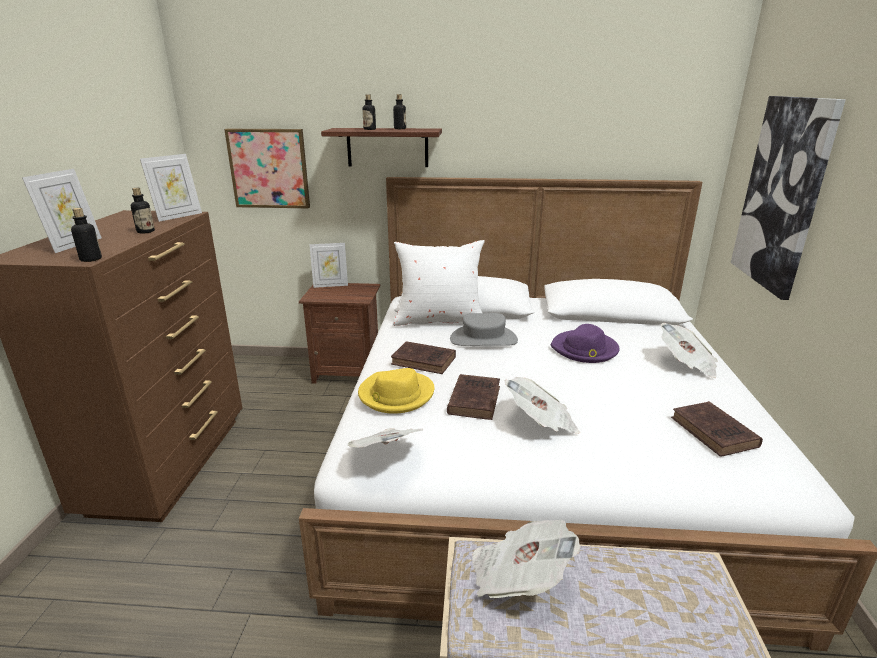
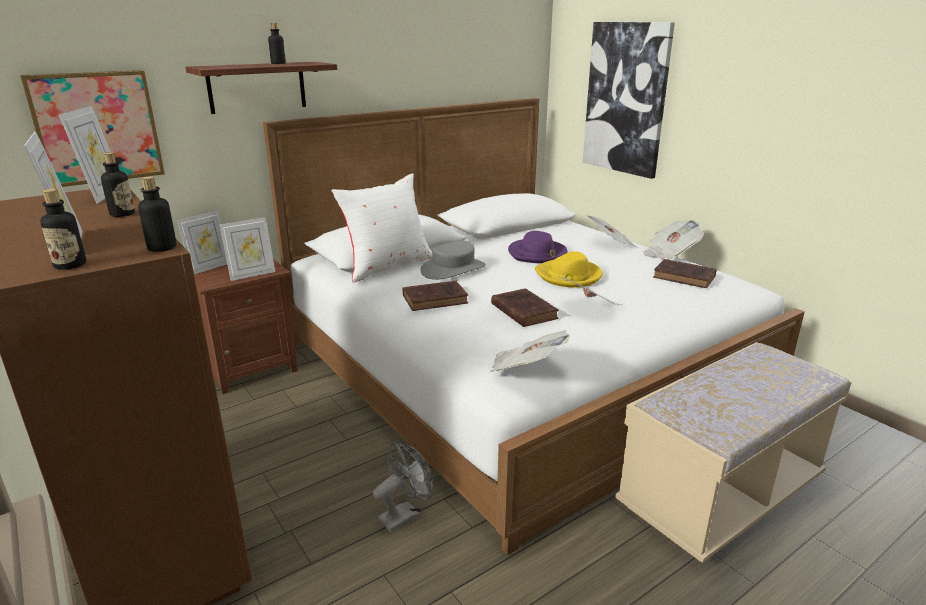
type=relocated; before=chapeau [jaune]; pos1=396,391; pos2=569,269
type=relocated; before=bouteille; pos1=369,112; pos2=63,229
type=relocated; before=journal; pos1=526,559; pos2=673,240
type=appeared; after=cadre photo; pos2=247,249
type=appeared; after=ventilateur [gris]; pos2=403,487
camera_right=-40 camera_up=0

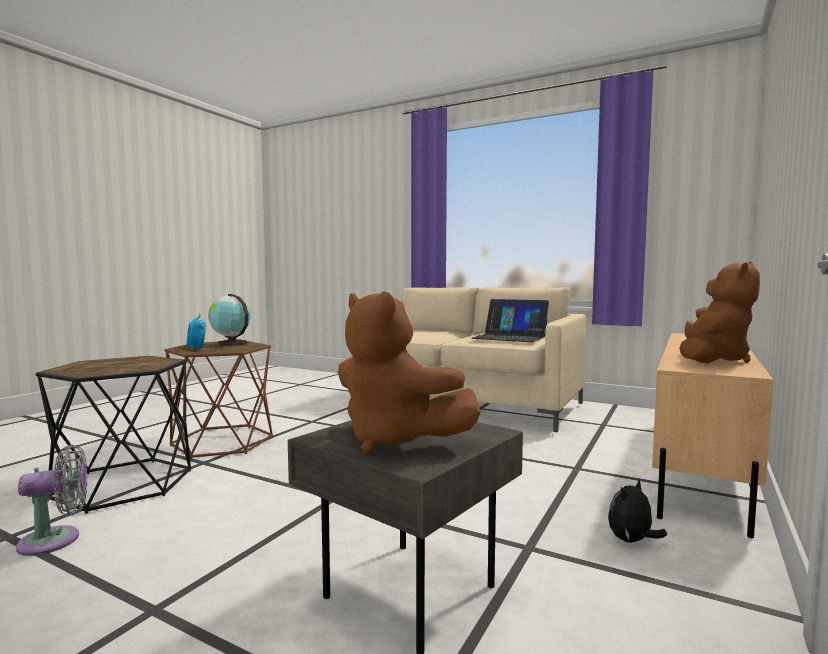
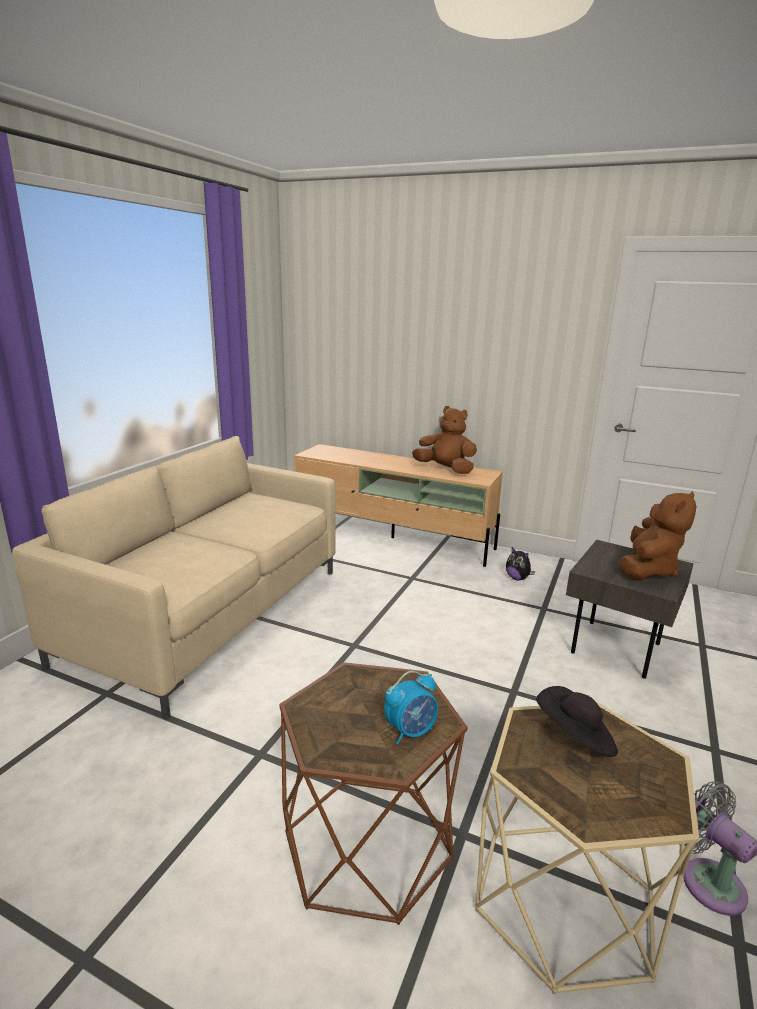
type=colour; before=table d'appoint [noir]; after=table d'appoint [beige]; pos1=113,435; pos2=587,848
type=missing; before=globe; pos1=229,320
type=missing; before=ordinateur portable; pos1=510,320
type=appeared; after=chapeau [noir]; pos2=577,721
camera_right=-95 camera_up=15

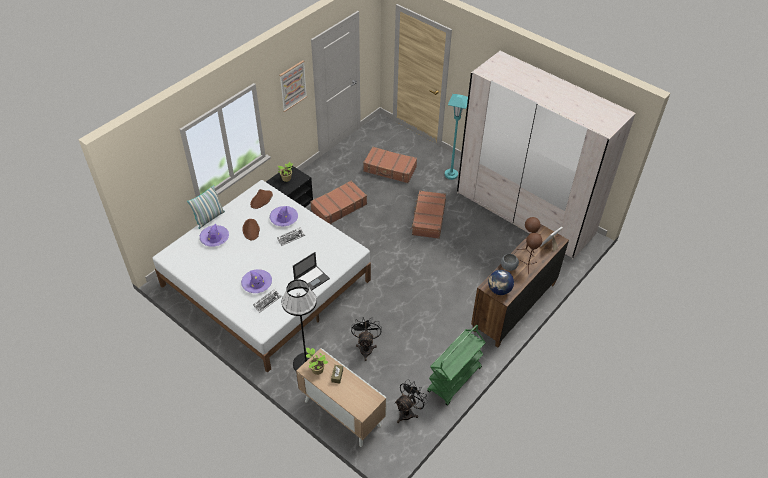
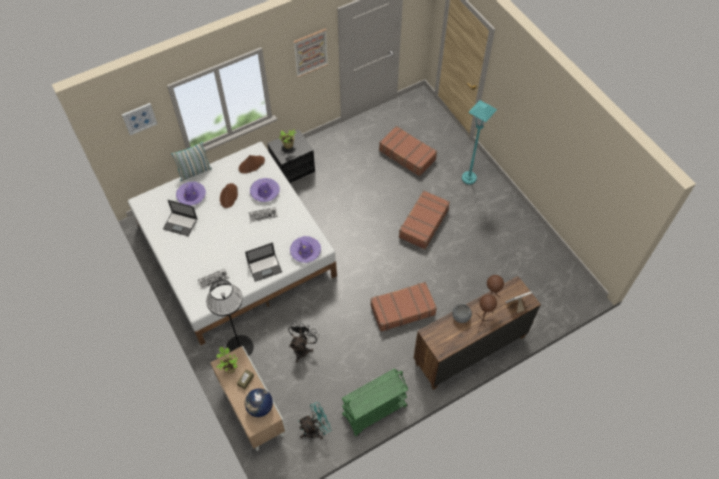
type=relocated; before=chapeau [violet]; pos1=256,281; pos2=305,249
type=relocated; before=valise [marron]; pos1=338,202; pos2=403,307
type=colour; before=ventilateur [noir]; after=ventilateur [turquoise]; pos1=411,401; pos2=314,420
type=missing; before=armoire [beige]; pos1=546,155
type=relocated; before=globe; pos1=501,282; pos2=259,402
type=appeared; after=tableau; pos2=139,119
type=appeared; after=ordinateur portable; pos2=180,218
camera_right=20 camera_up=10

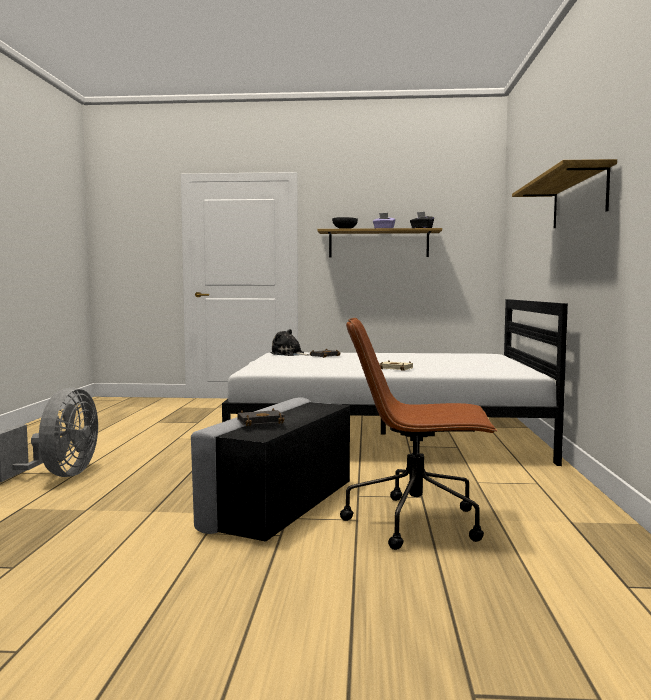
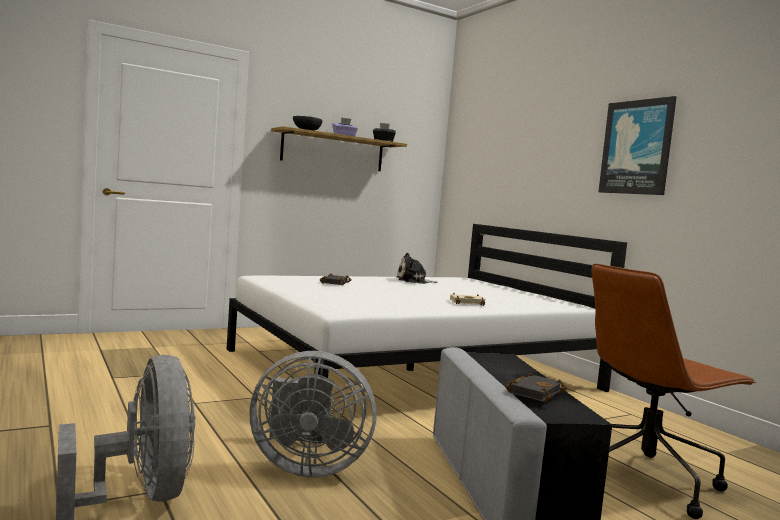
type=relocated; before=peluche; pos1=290,342; pos2=417,268
type=exchanged; before=étagère; after=tableau; pos1=564,193; pos2=638,145
type=appeared; after=ventilateur [gris]; pos2=313,414
camera_right=-35 camera_up=0

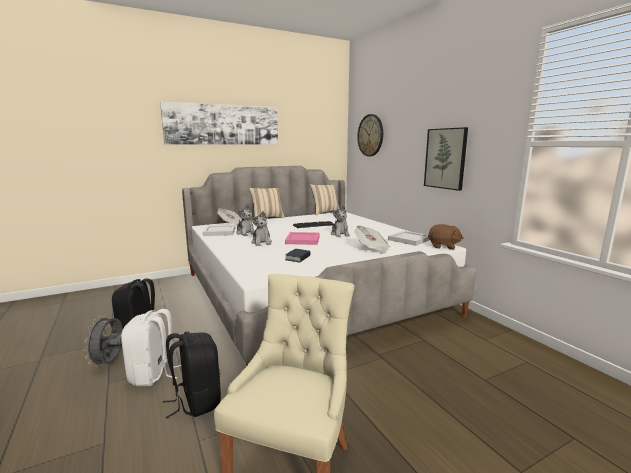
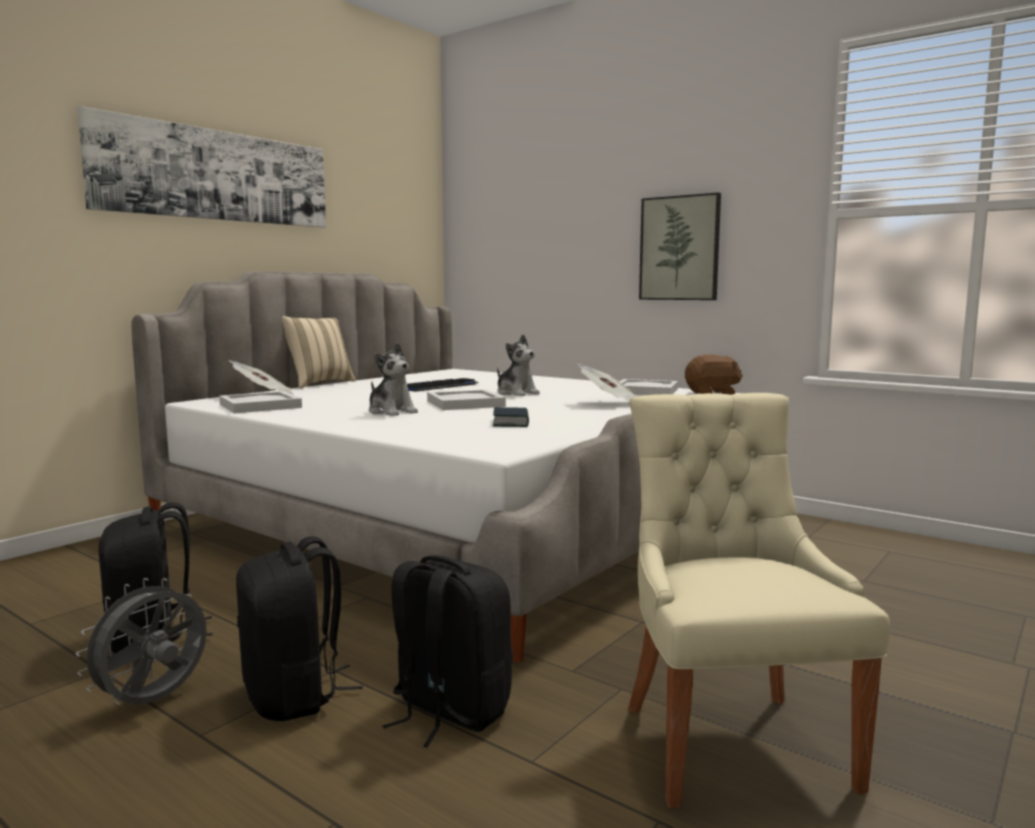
type=spun; before=ventilateur [gris]; pos1=103,341; pos2=141,641; turn=60
type=colour; before=sac à dos [blanc]; after=sac à dos [noir]; pos1=151,347; pos2=299,628
type=missing; before=peluche; pos1=245,220
type=colour; before=plateau [rose]; after=plateau [blanc]; pos1=302,238; pos2=466,400
type=missing; before=coussin [beige]; pos1=325,199
type=missing; before=horloge murale; pos1=370,135
camera_right=-25 camera_up=-5

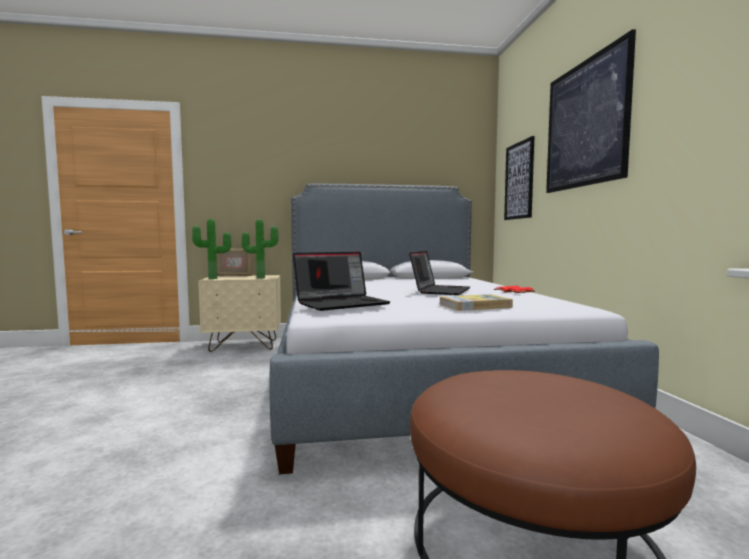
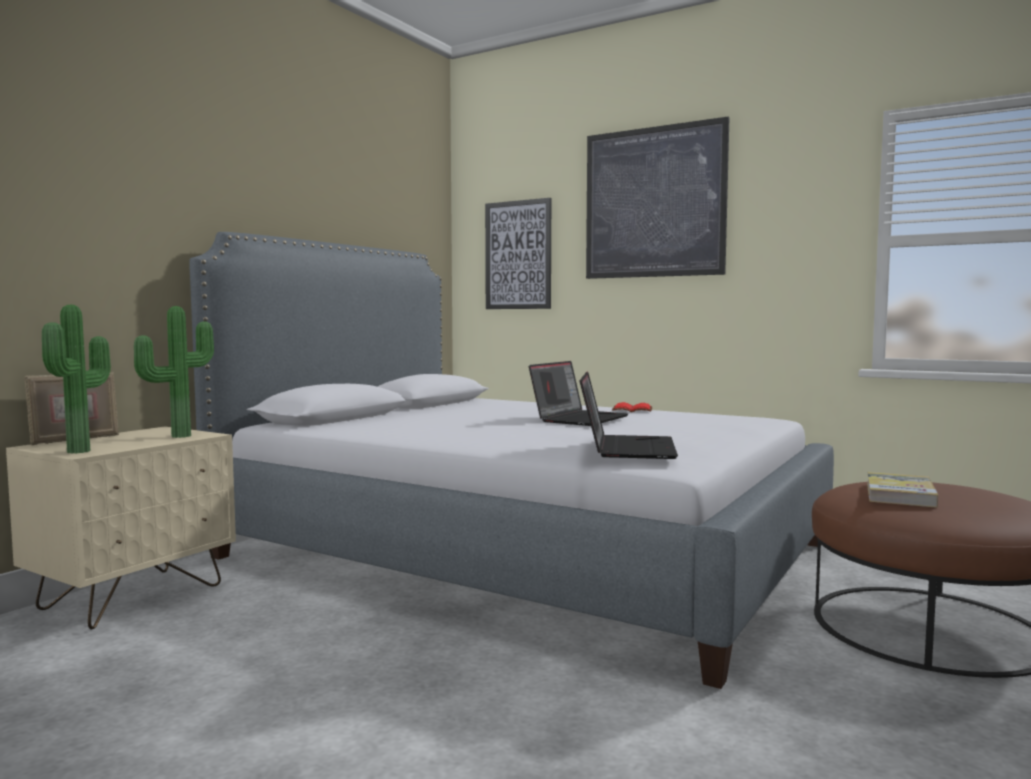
type=spun; before=ordinateur portable; pos1=439,273; pos2=578,393; turn=60
type=relocated; before=livre; pos1=476,302; pos2=902,490
camera_right=-50 camera_up=0

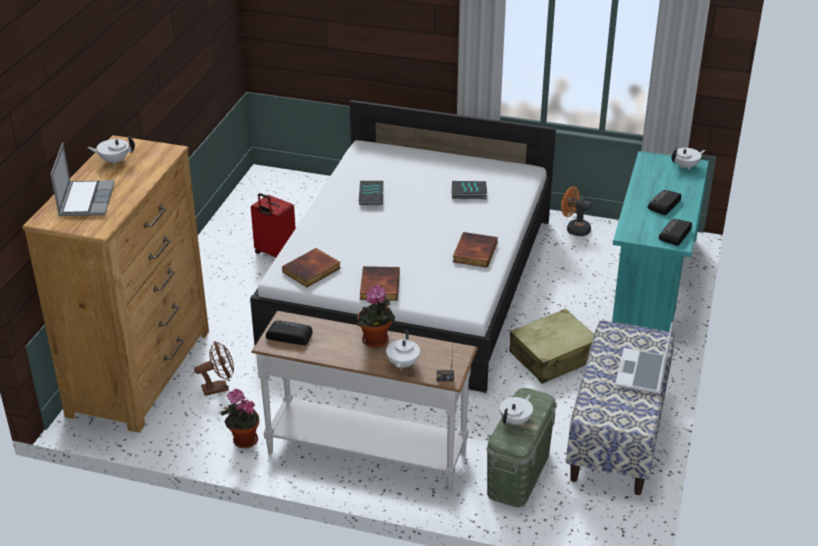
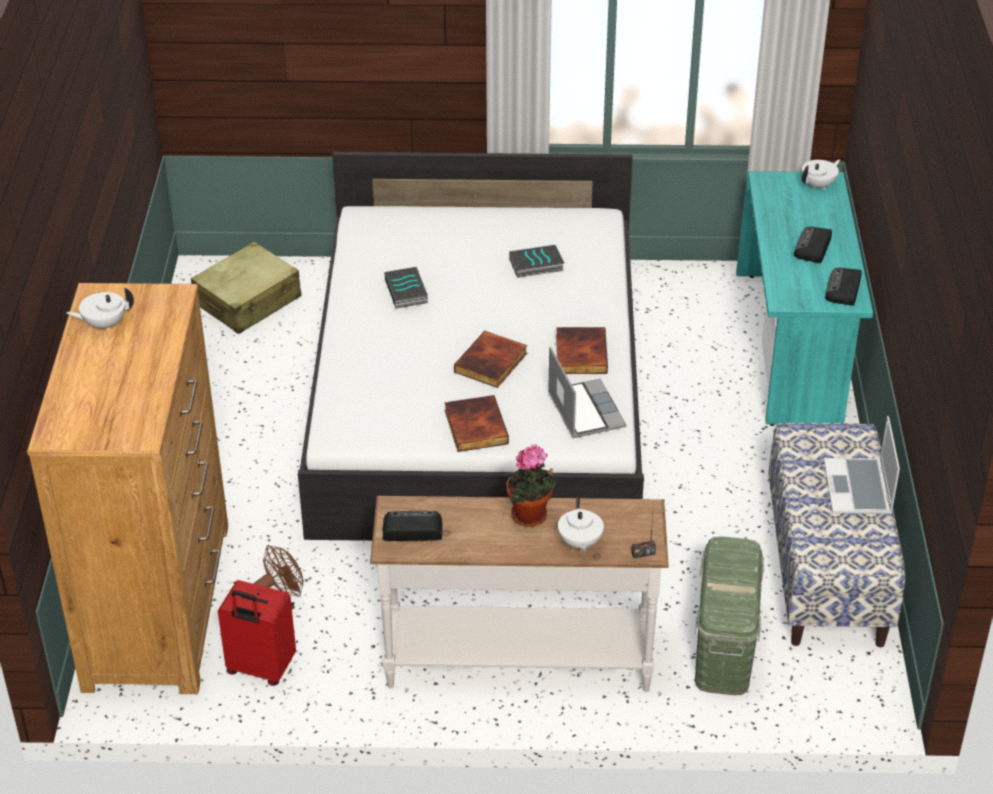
type=relocated; before=ordinateur portable; pos1=83,179; pos2=587,392
type=missing; before=plante en pot; pos1=240,418
type=relocated; before=valise [rouge]; pos1=273,225; pos2=257,633
type=relocated; before=livre; pos1=311,267; pos2=490,359
type=missing; before=théière [blanc]; pos1=516,410
type=relocated; before=valise [beige]; pos1=551,346; pos2=246,288
type=missing; before=ventilateur [orange]; pos1=576,211
camera_right=-15 camera_up=5

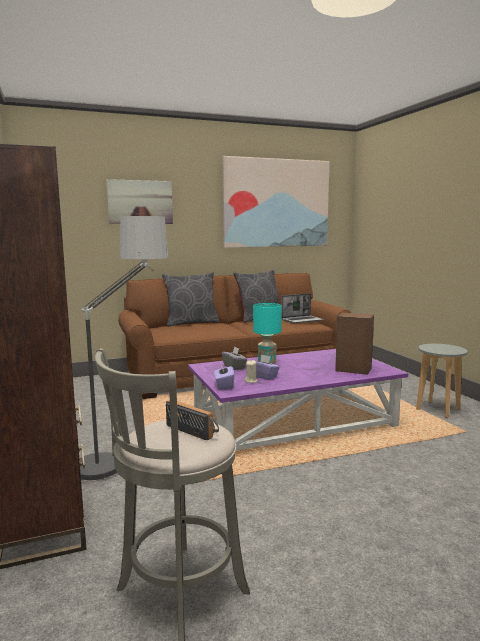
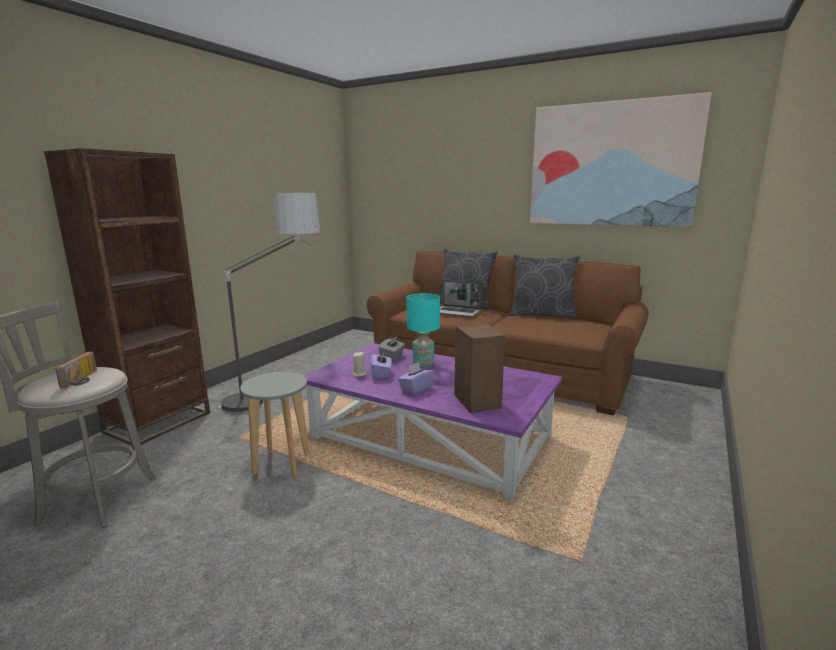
type=missing; before=tableau; pos1=140,201
type=relocated; before=boîte à mouchoirs [violet]; pos1=224,376; pos2=416,378
type=relocated; before=ordinateur portable; pos1=302,308; pos2=461,298
type=relocated; before=tabouret [gris]; pos1=442,381; pos2=275,424
camera_right=50 camera_up=5

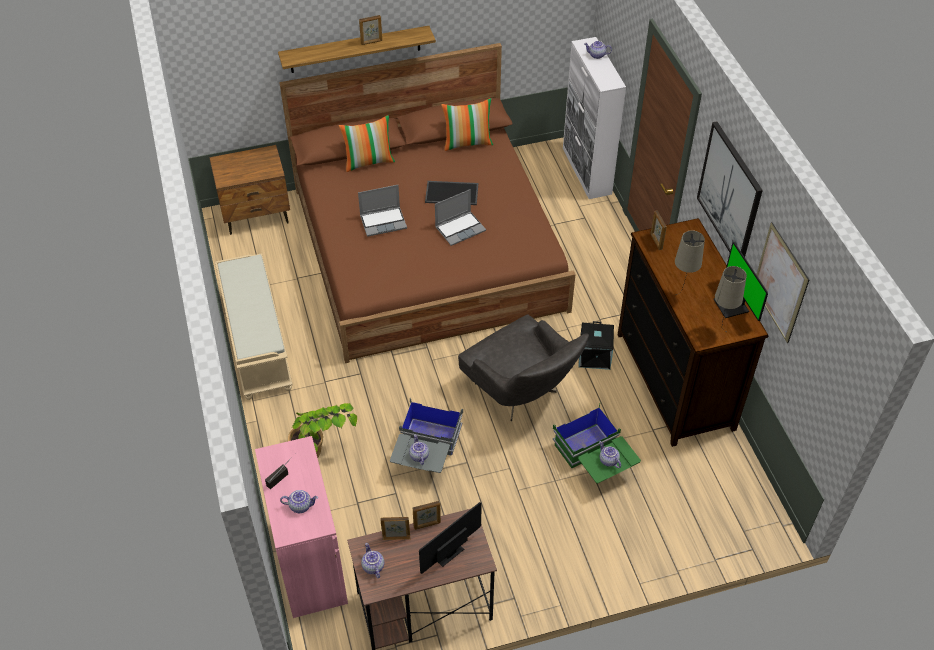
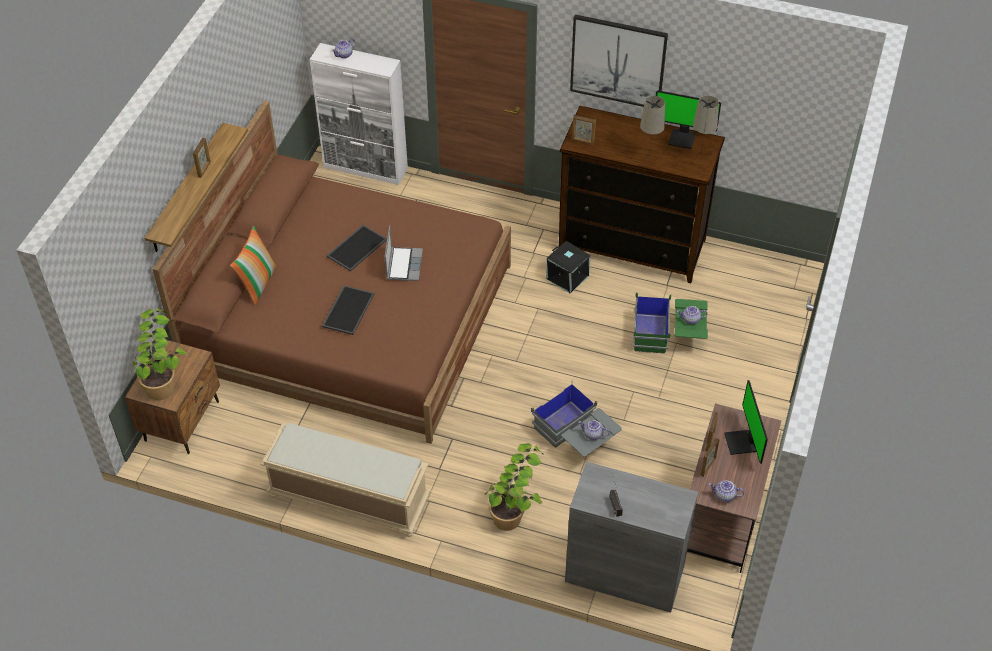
type=colour; before=meuble de rangement [rose]; after=meuble de rangement [gris]; pos1=301,527; pos2=631,537
type=missing; before=théière; pos1=299,501
type=exchanged; before=ordinateur portable; after=plateau; pos1=382,211; pos2=348,310
type=missing; before=coussin; pos1=467,124
type=missing; before=fauteuil [gris]; pos1=523,368
type=missing; before=tableau; pos1=783,282
type=appeared; after=plante en pot; pos2=159,354
camera_right=-55 camera_up=0

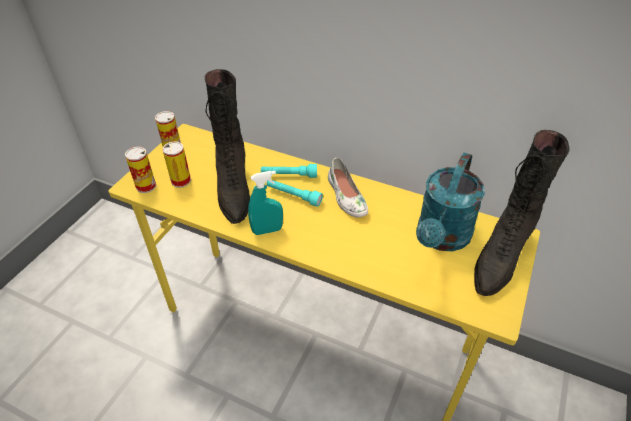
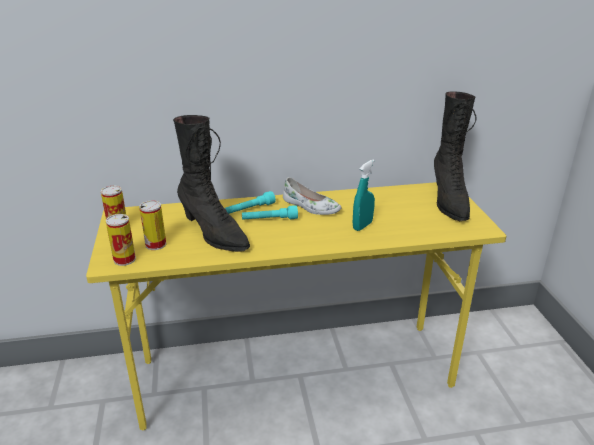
type=relocated; before=vaporisateur [turquoise]; pos1=265,203; pos2=364,195
type=missing; before=arrosoir [turquoise]; pos1=450,202
camera_right=-35 camera_up=-15

